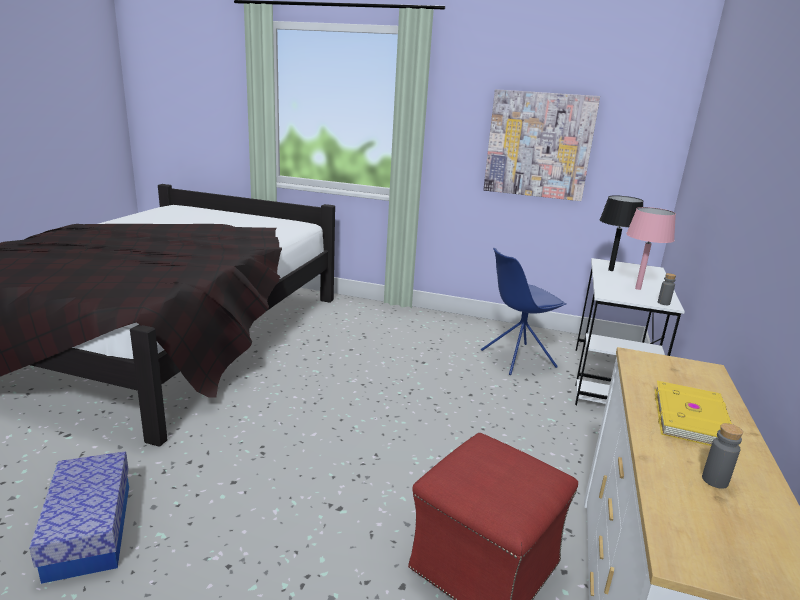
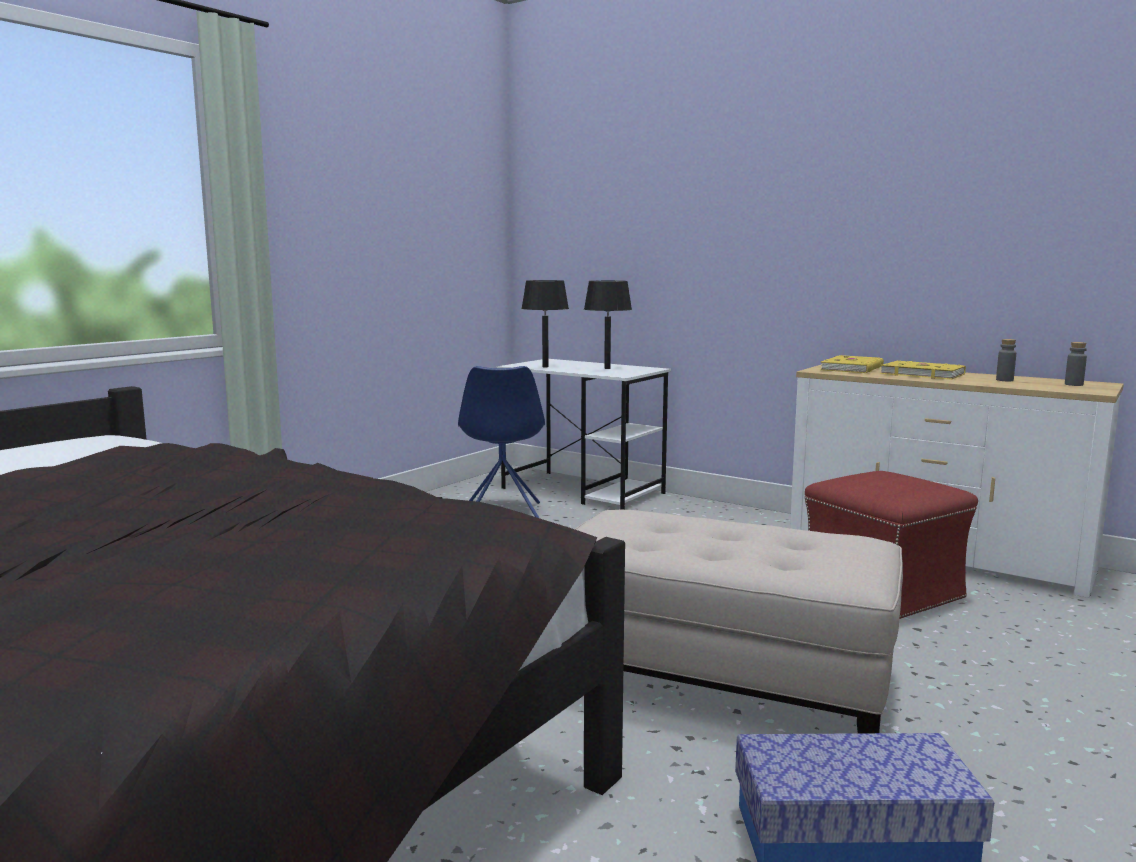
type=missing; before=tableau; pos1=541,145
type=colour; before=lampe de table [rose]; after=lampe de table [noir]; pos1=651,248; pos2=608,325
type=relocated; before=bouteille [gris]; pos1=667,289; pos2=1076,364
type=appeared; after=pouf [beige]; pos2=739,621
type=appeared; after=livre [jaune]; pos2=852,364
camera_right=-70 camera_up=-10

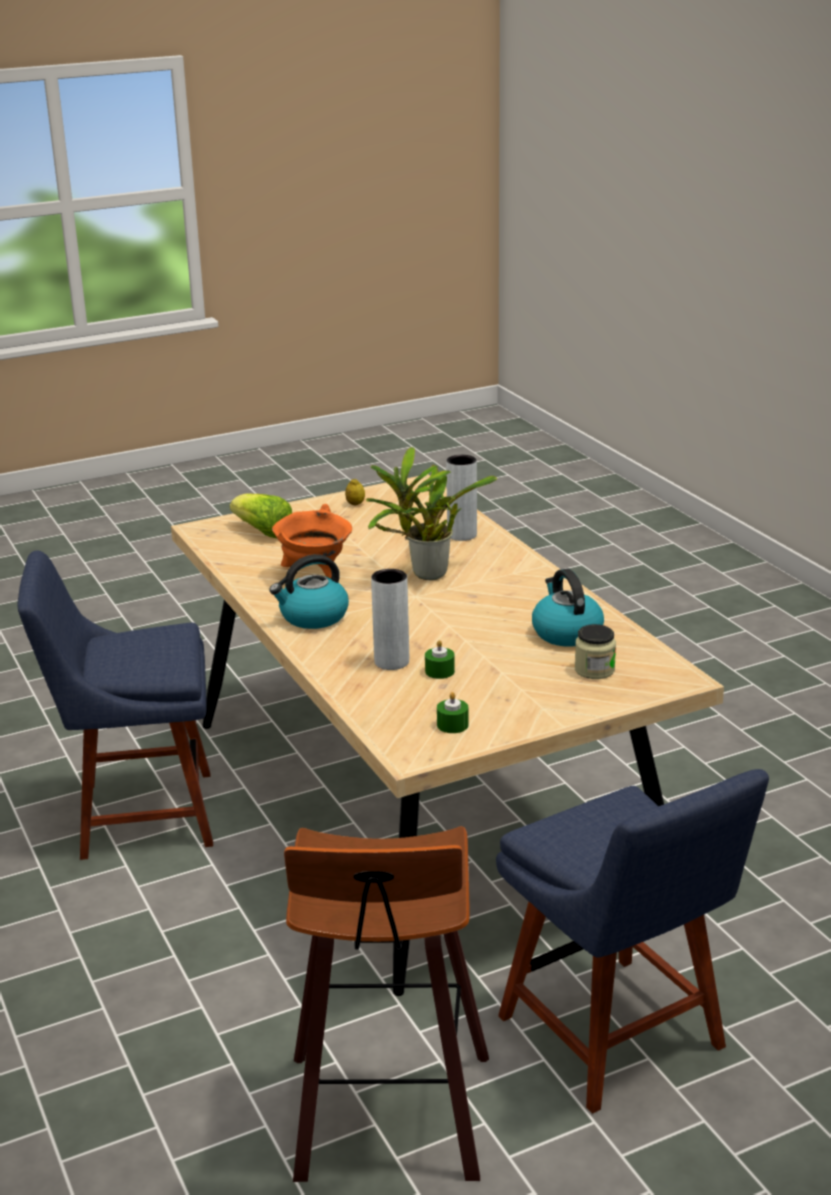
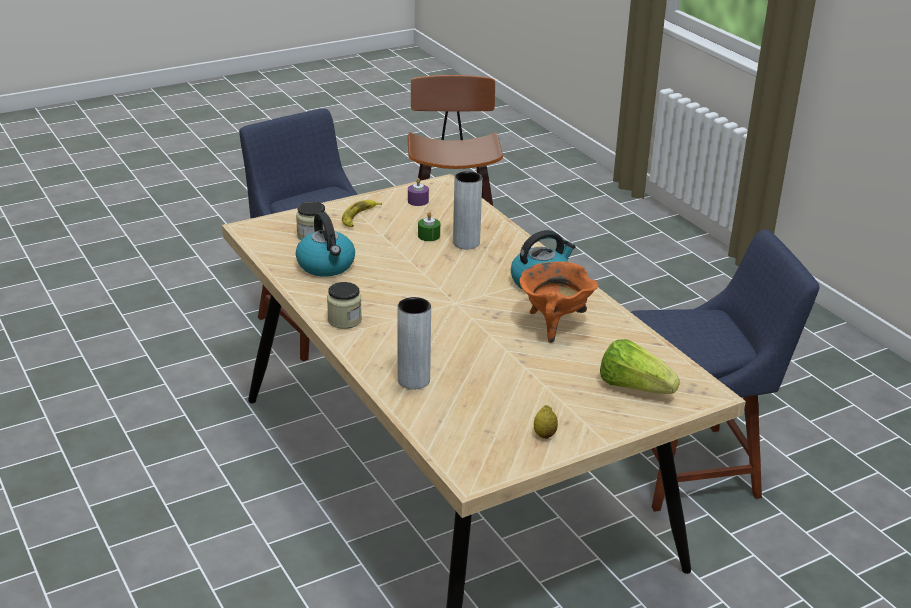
type=missing; before=plante en pot; pos1=431,513
type=colour; before=bougie [vert]; after=bougie [violet]; pos1=453,712; pos2=418,192
type=appeared; after=bocal; pos2=344,305
type=appeared; after=banane; pos2=362,213
camera_right=175 camera_up=5

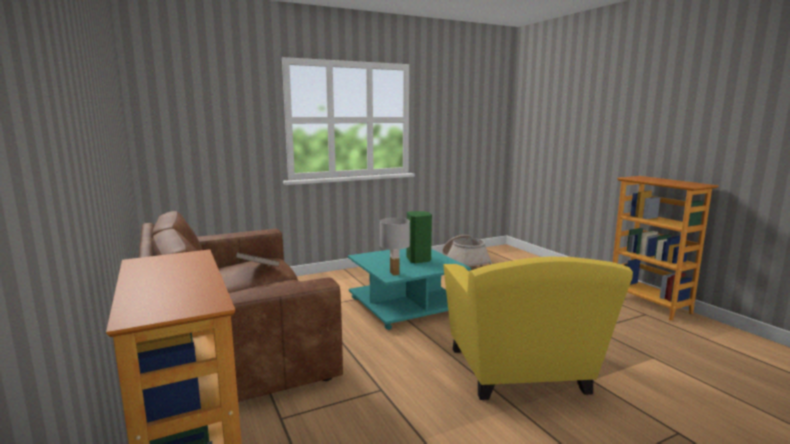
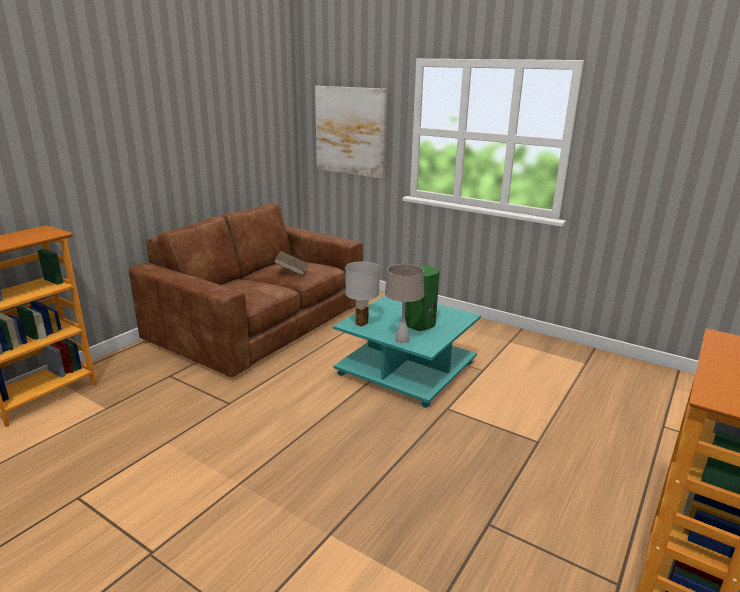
type=missing; before=panier; pos1=467,250
type=missing; before=fauteuil [jaune]; pos1=538,328
type=appeared; after=tableau; pos2=351,132
type=appeared; after=lampe de table [beige]; pos2=404,303
camera_right=60 camera_up=10

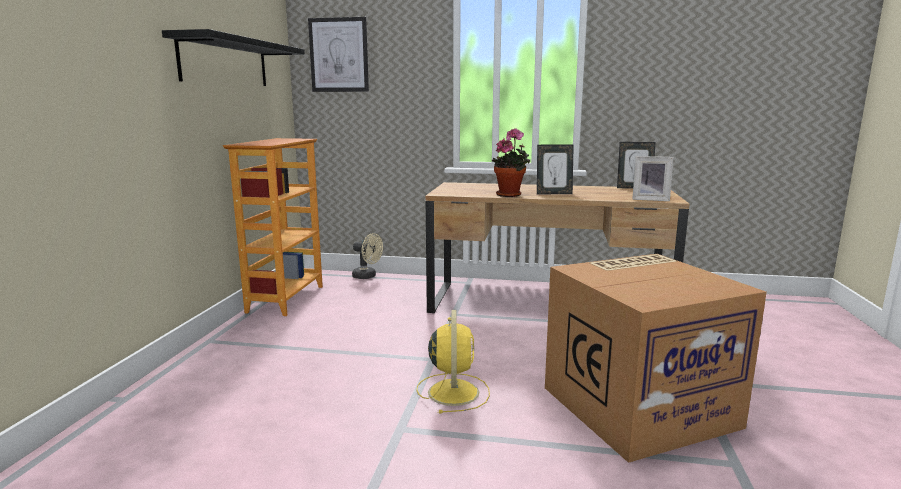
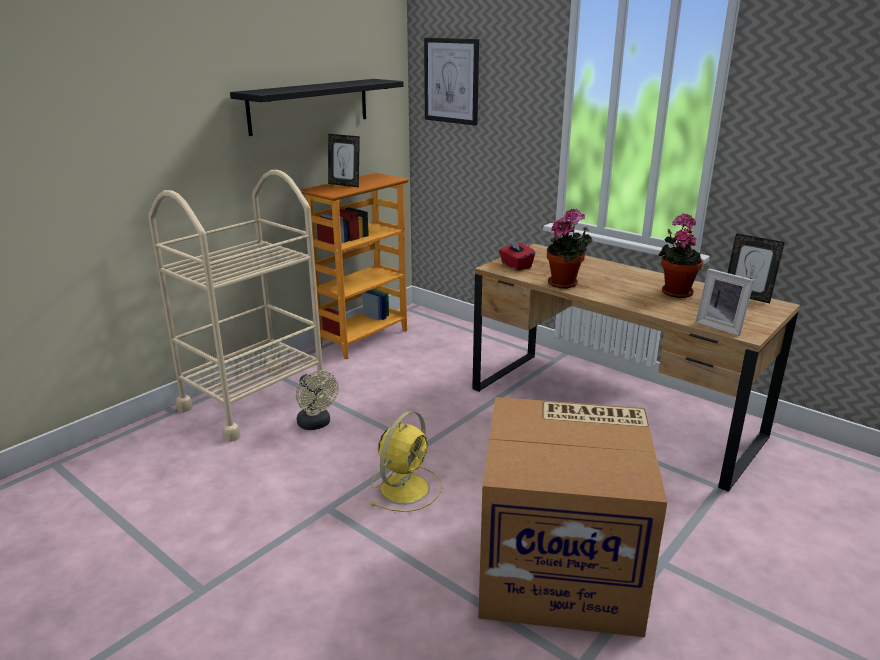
type=relocated; before=ventilateur [beige]; pos1=367,256; pos2=317,400
type=relocated; before=cadre photo; pos1=555,169; pos2=344,160
type=appeared; after=chariot [beige]; pos2=238,306
type=appeared; after=boîte à mouchoirs [rouge]; pos2=517,254
type=appeared; after=plante en pot; pos2=681,256
camera_right=30 camera_up=10

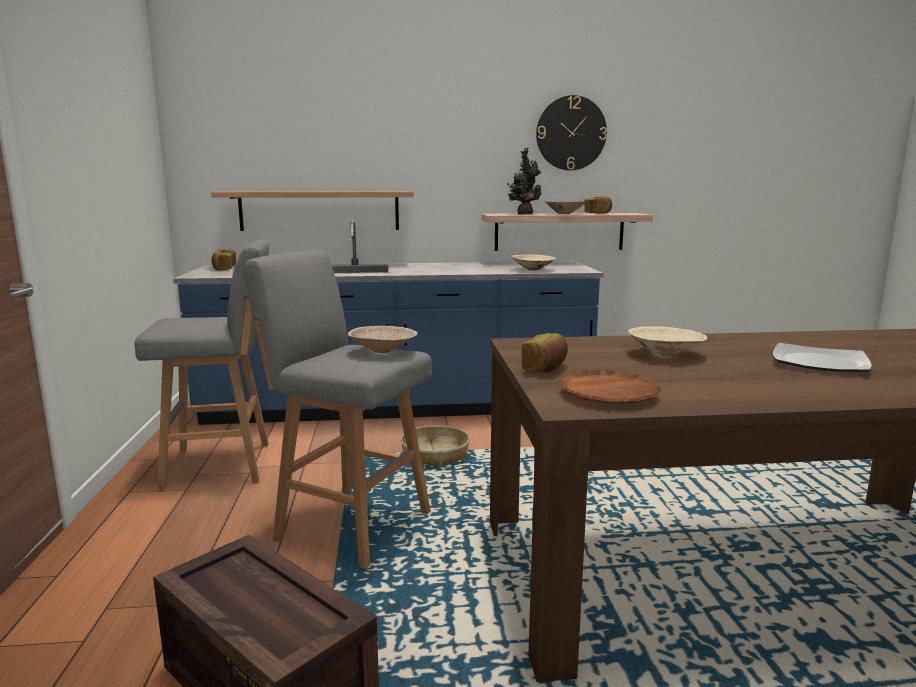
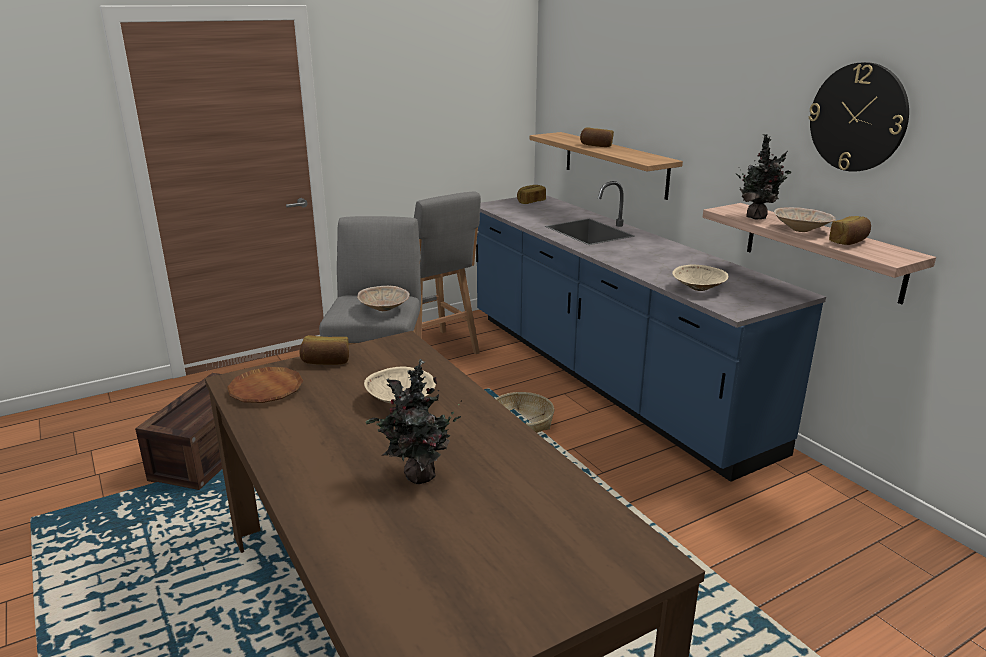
type=exchanged; before=assiette; after=plante en pot; pos1=822,357; pos2=414,421
type=appeared; after=pain; pos2=597,137
camera_right=65 camera_up=10

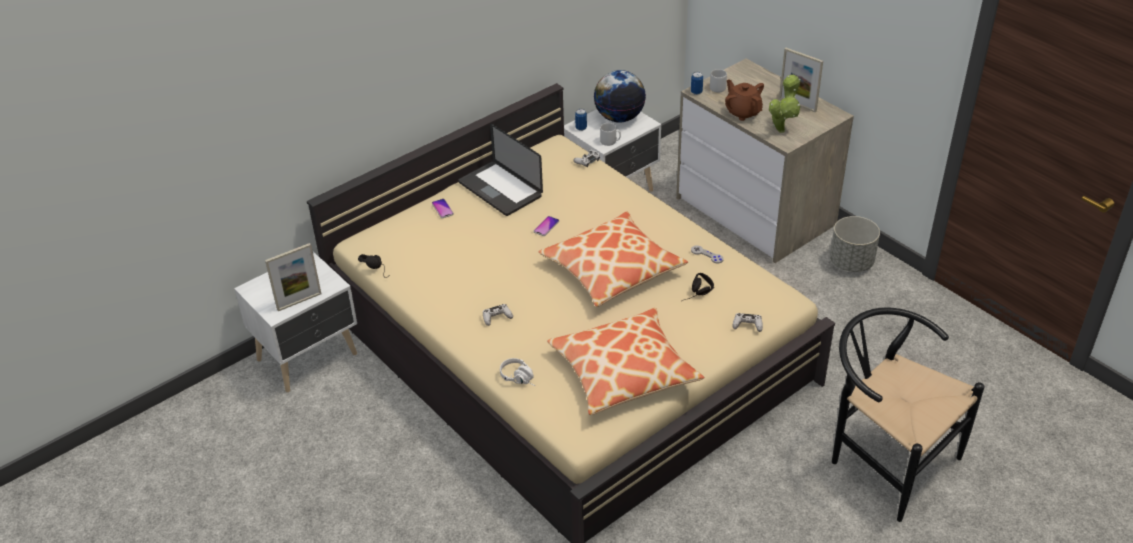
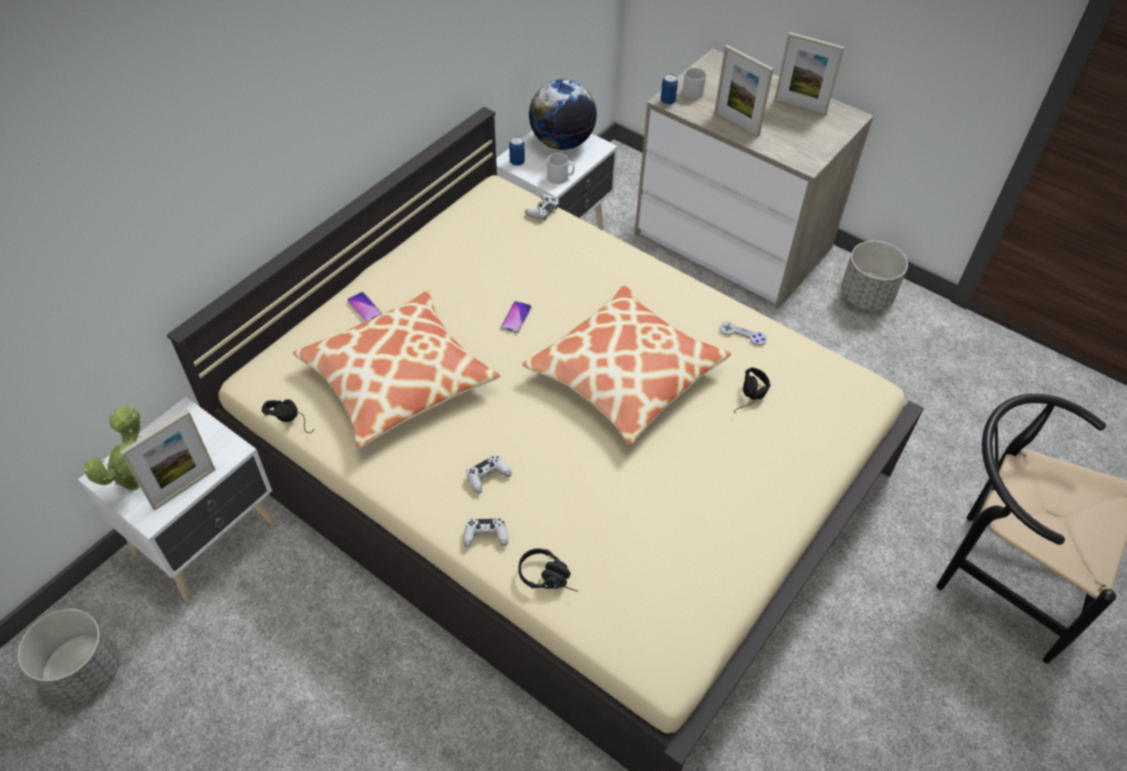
type=missing; before=ordinateur portable; pos1=501,170
type=colour; before=casque audio [blanc]; after=casque audio [noir]; pos1=517,372; pos2=548,570
type=relocated; before=coussin; pos1=625,361; pos2=396,369
type=exchanged; before=théière [marron]; after=cadre photo; pos1=744,100; pos2=744,91
type=relocated; before=manette [blanc]; pos1=747,322; pos2=485,532
type=relocated; before=plante en pot; pos1=785,104; pos2=112,448
type=appeared; after=cache-pot [gris]; pos2=68,657
camera_right=-15 camera_up=10

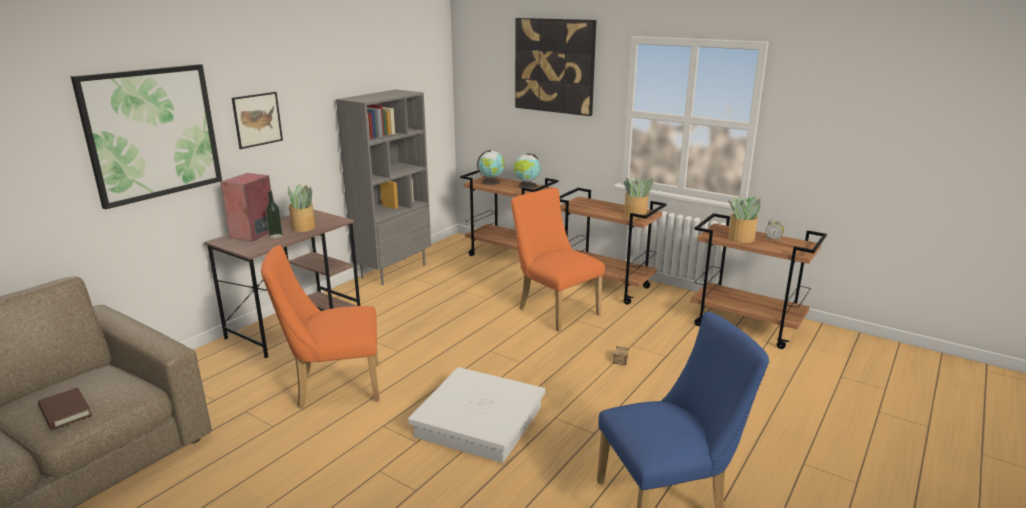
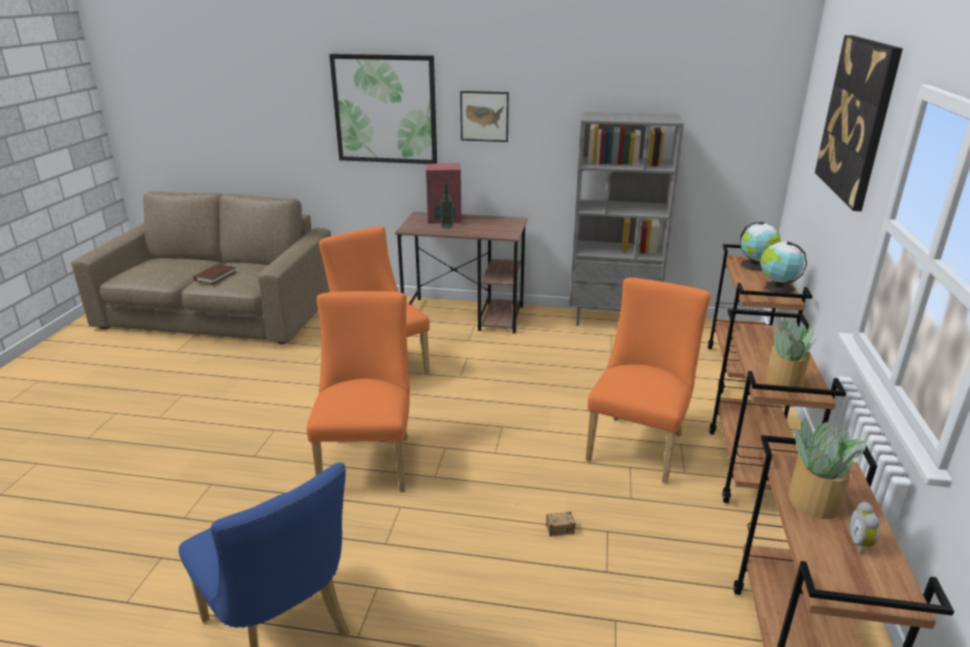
type=missing; before=plante en pot; pos1=301,208
type=exchanged; before=boîte de rangement [blanc]; after=chaise [orange]; pos1=476,415; pos2=358,391
camera_right=65 camera_up=5

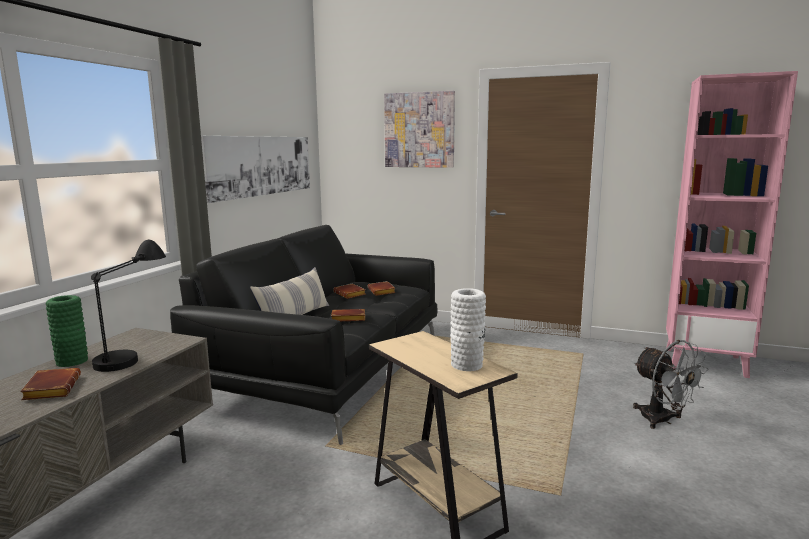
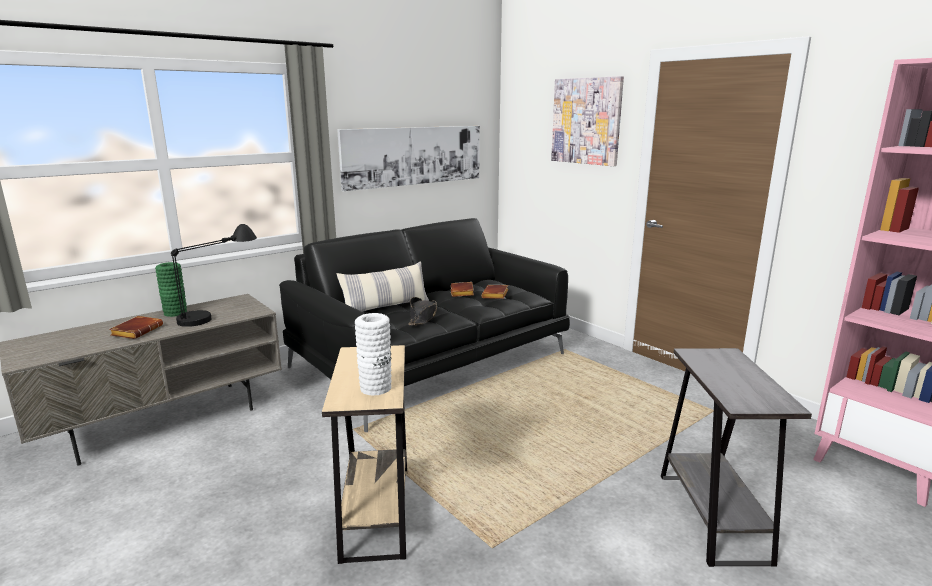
type=exchanged; before=livre [marron]; after=chapeau [noir]; pos1=348,315; pos2=422,311
type=exchanged; before=ventilateur [gris]; after=table d'appoint [gris]; pos1=671,384; pos2=736,457
camera_right=30 camera_up=5

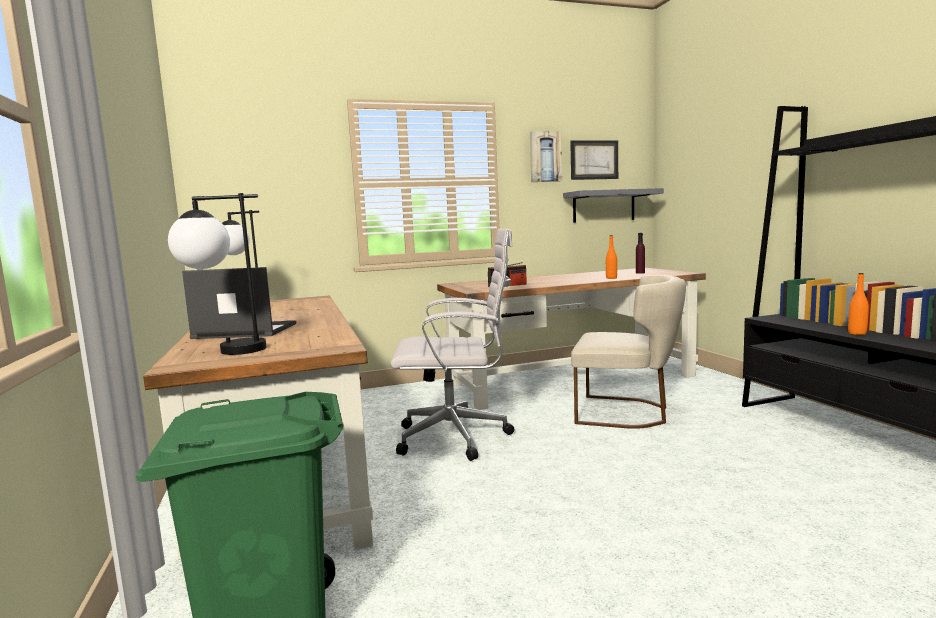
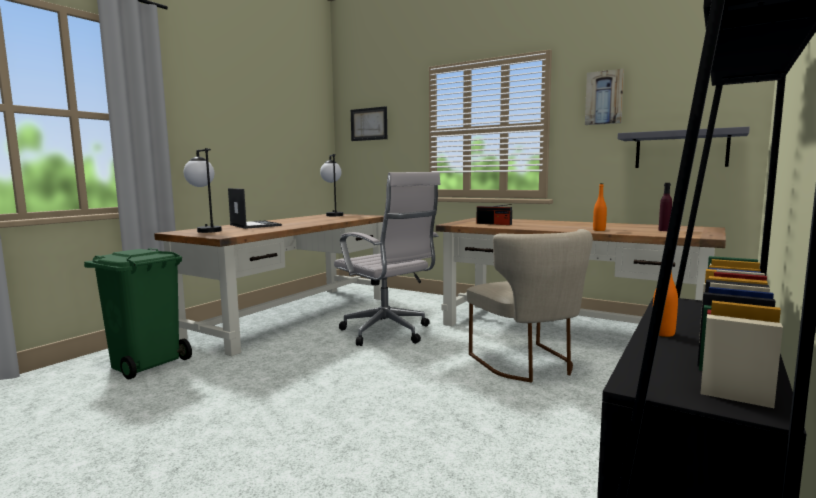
type=relocated; before=tableau; pos1=594,160; pos2=369,123
camera_right=50 camera_up=0

